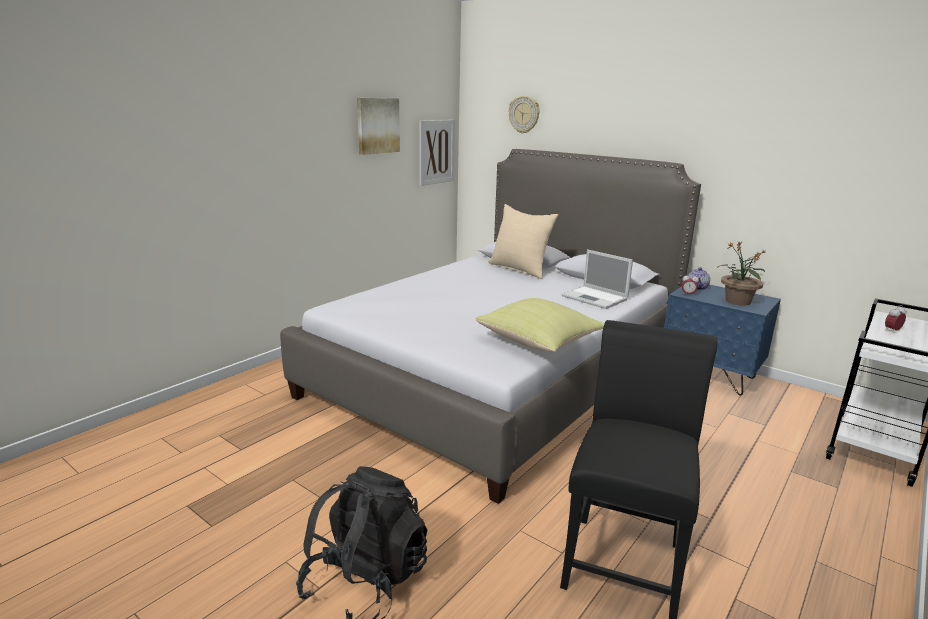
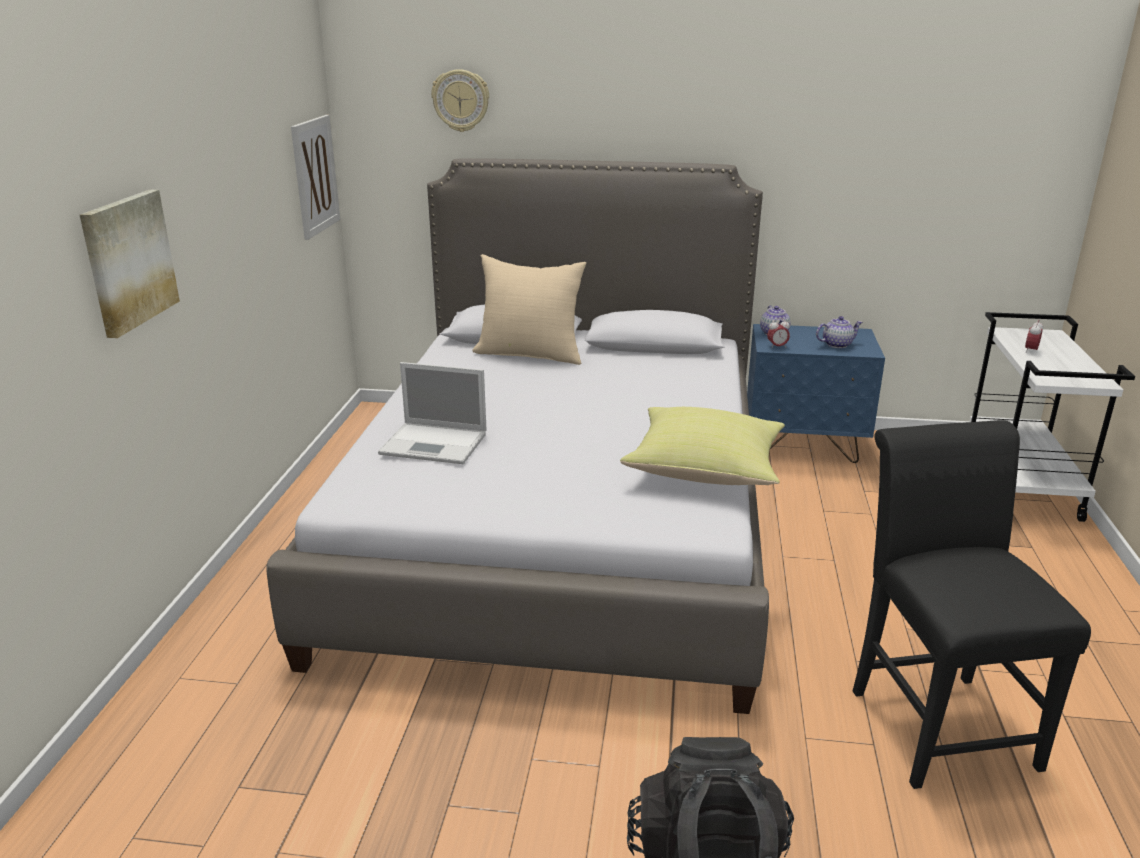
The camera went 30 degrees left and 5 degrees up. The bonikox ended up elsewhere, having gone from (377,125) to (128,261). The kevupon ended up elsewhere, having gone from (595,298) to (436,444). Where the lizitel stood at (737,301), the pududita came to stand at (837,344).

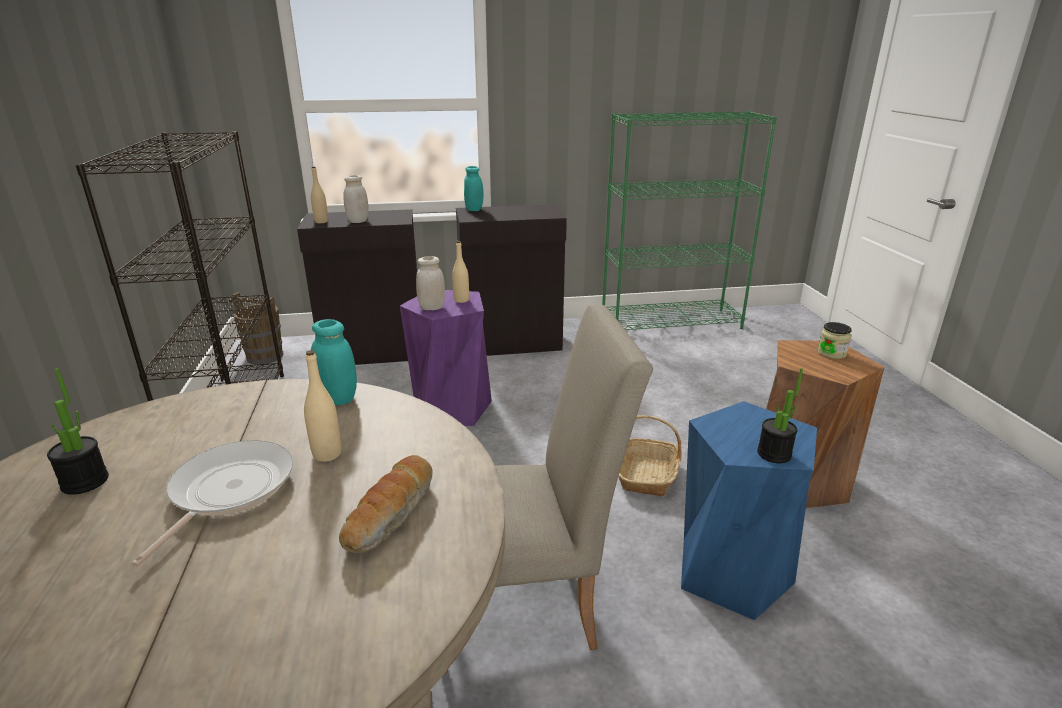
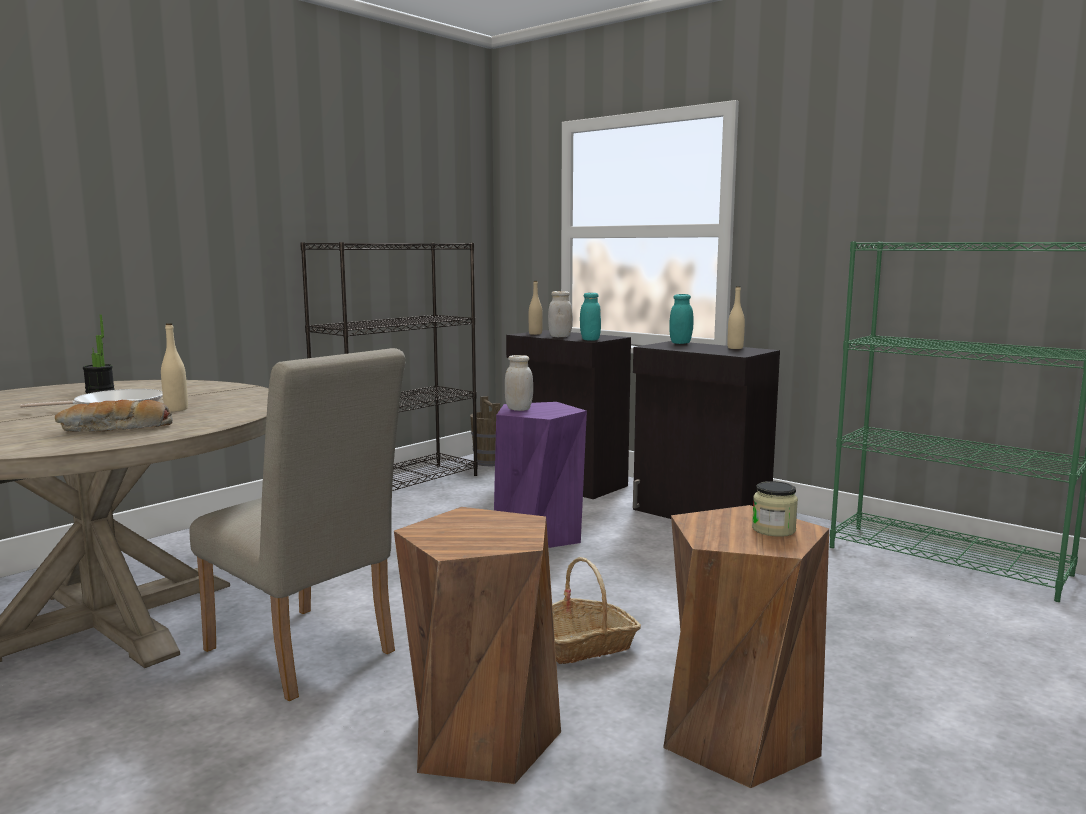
The camera went 50 degrees right and 15 degrees down. The second view lost the lizitel at (774,454). The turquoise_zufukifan ended up elsewhere, having gone from (338,398) to (590,340). The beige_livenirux ended up elsewhere, having gone from (461,300) to (735,348). What was the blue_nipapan at (731,572) turned into the brown_nipapan at (482,738).

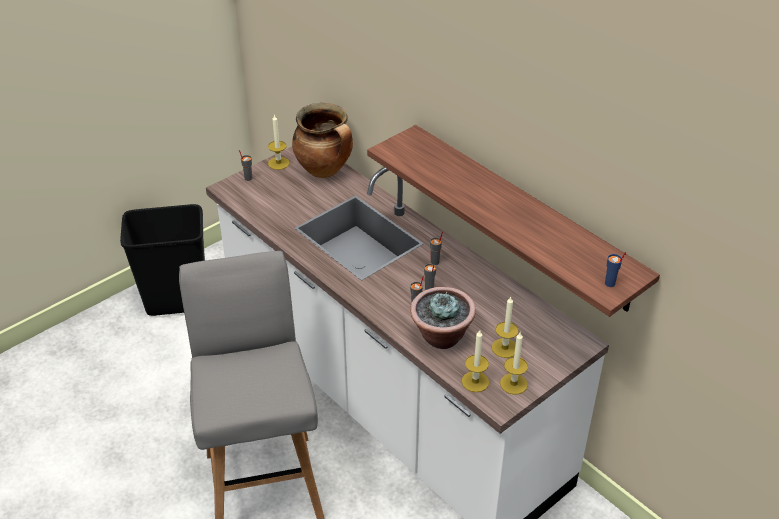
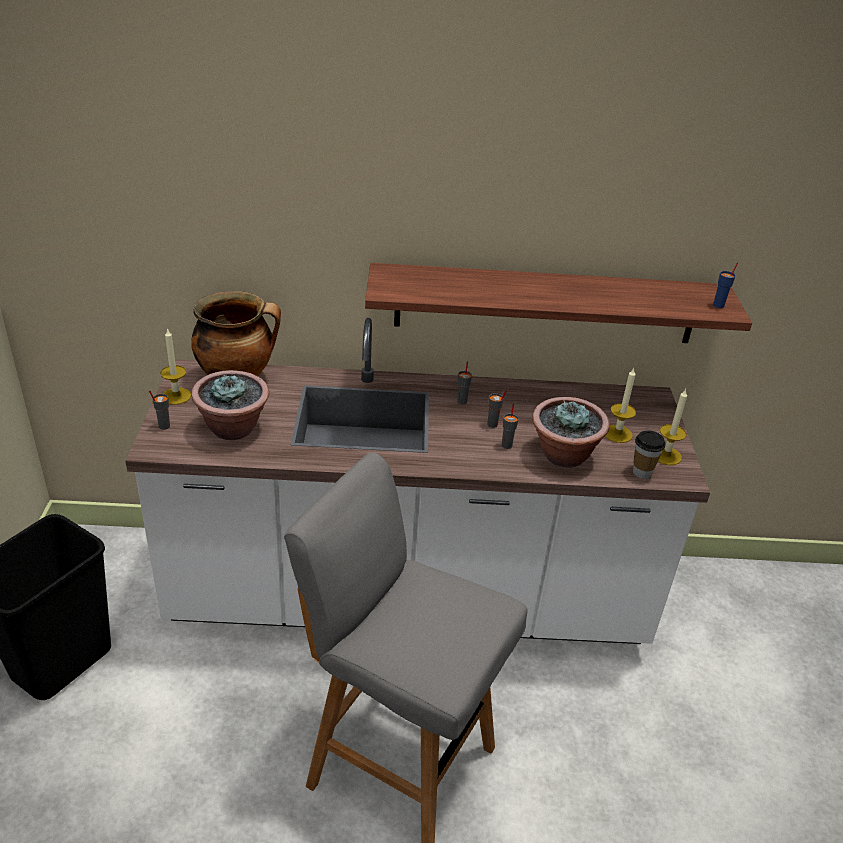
The camera went 50 degrees left and 5 degrees down. The second view gained the lizitel at (233,428). Where the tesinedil stood at (475,381), the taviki came to stand at (642,472).

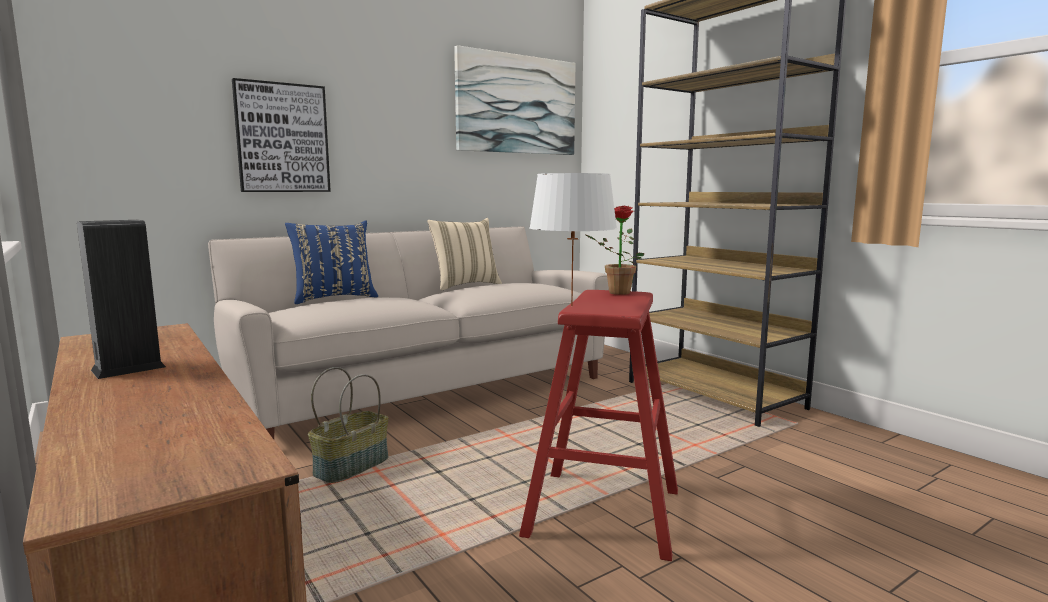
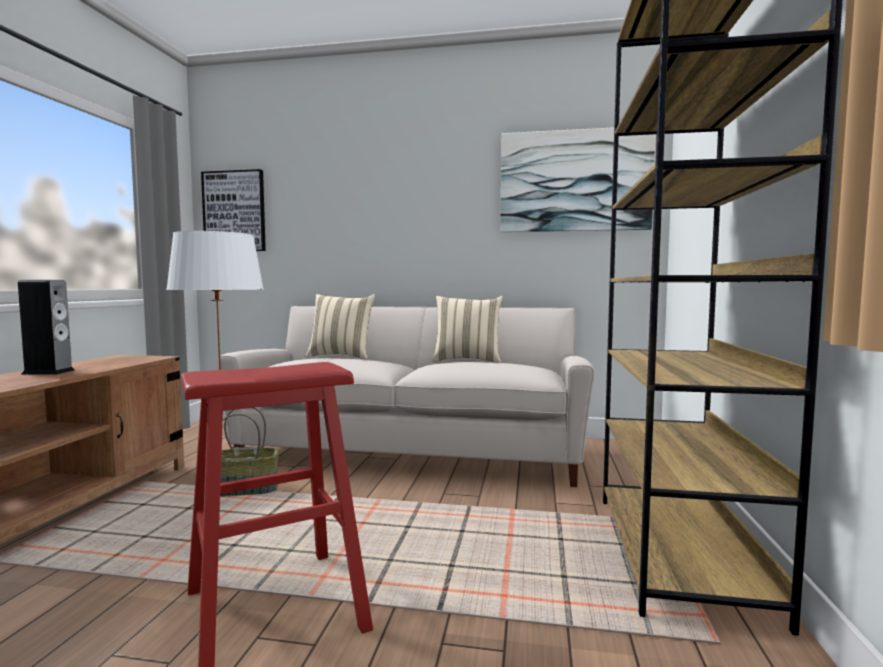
The camera went 45 degrees right and 5 degrees down. The second view lost the lizitel at (615,293). The bonikox ended up elsewhere, having gone from (282,138) to (234,211). What was the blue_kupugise at (334,298) turned into the beige_kupugise at (341,356).

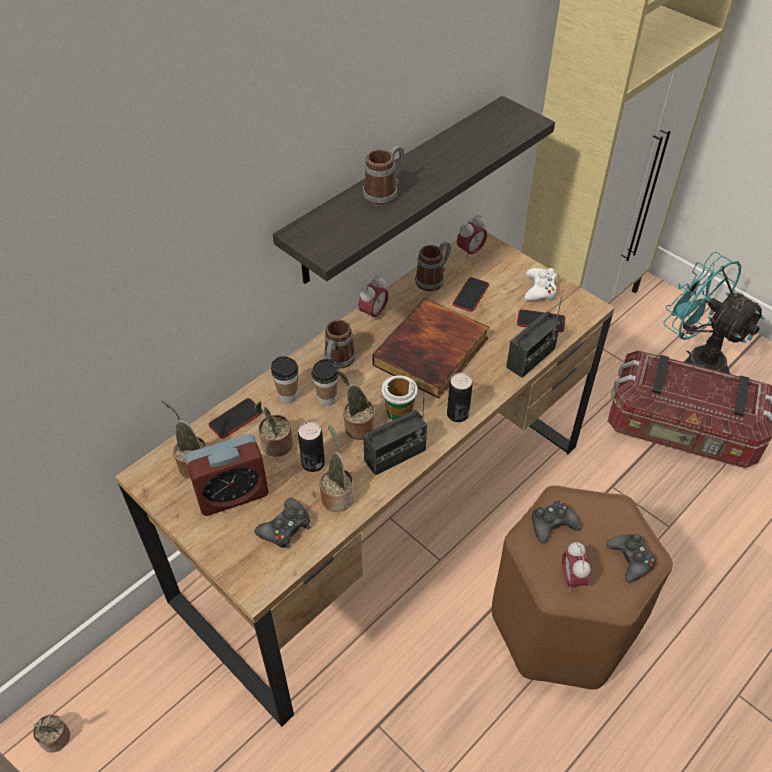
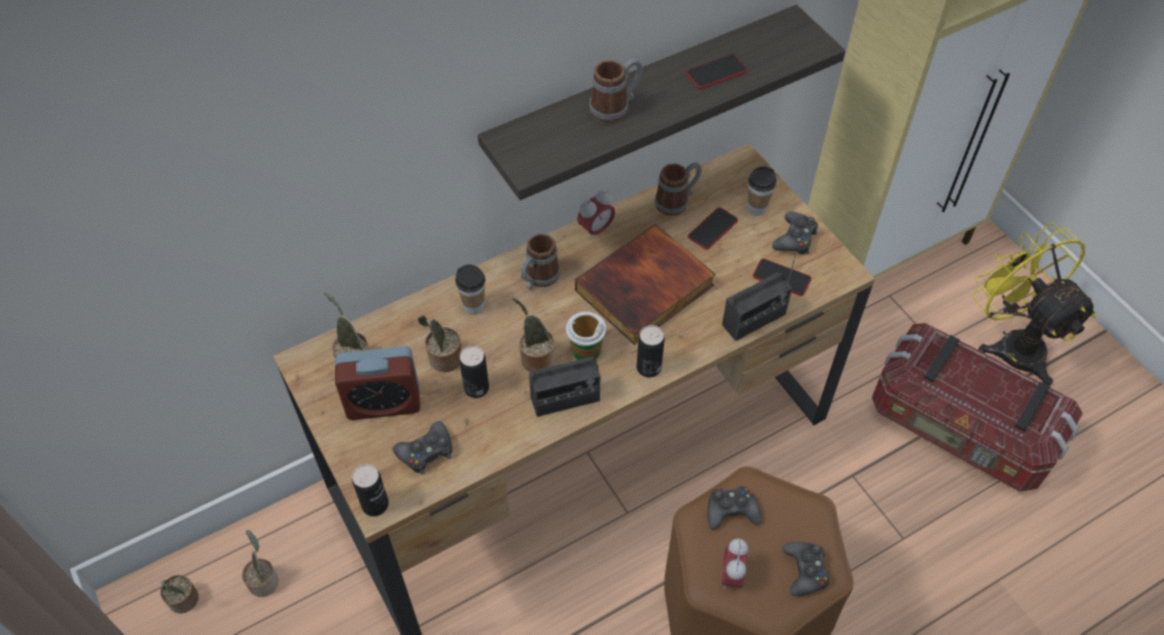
The camera went 15 degrees right and 5 degrees up. The second view lost the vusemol at (470,252). The second view gained the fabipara at (375,504). The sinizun ended up elsewhere, having gone from (235,419) to (716,72). The taviki ended up elsewhere, having gone from (327,399) to (756,208). The lizitel ended up elsewhere, having gone from (337,496) to (264,580). What was the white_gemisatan at (540,289) turned into the black_gemisatan at (795,239). What was the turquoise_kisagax at (696,358) turned into the yellow_kisagax at (1012,343).

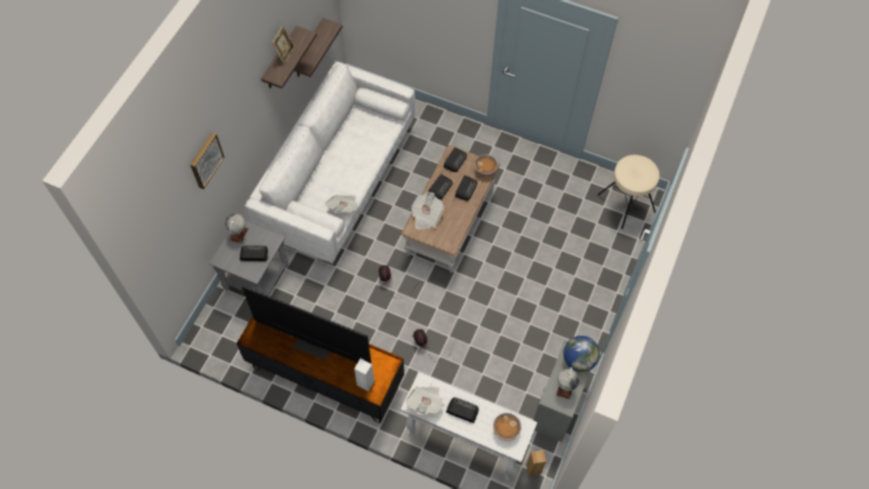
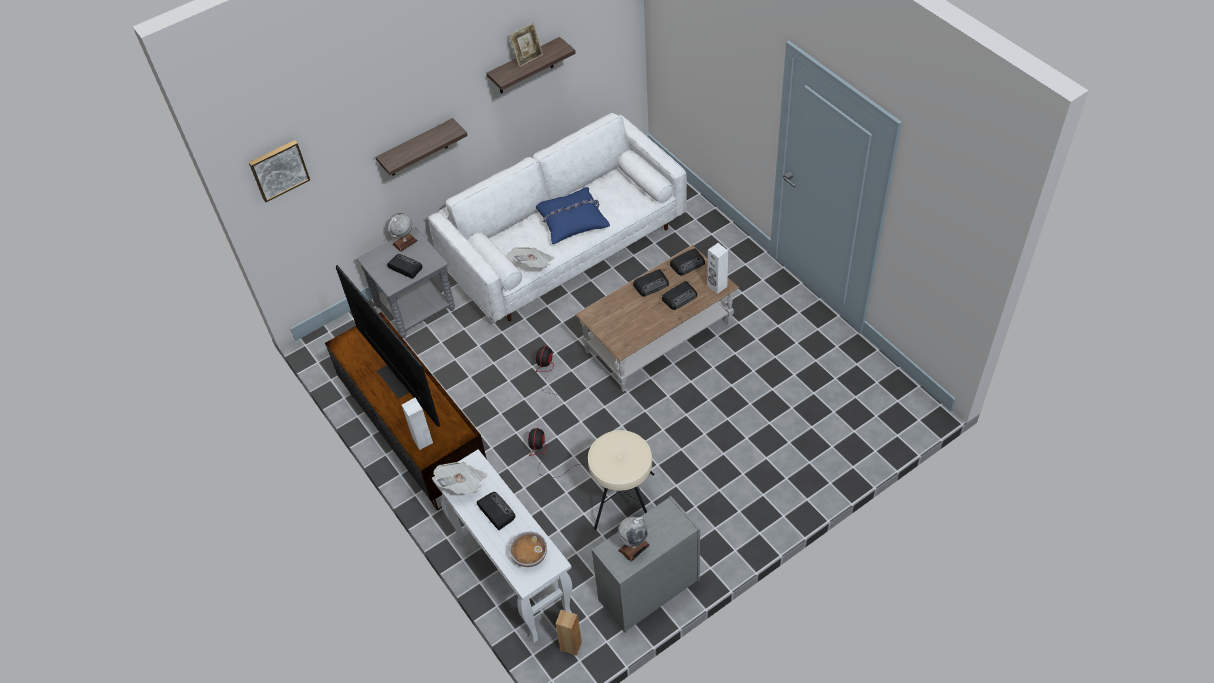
The camera went 35 degrees right and 10 degrees down. The second view lost the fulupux at (426,216). The second view lost the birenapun at (578,360). The second view gained the blue_kupugise at (572,220). The bonikox ended up elsewhere, having gone from (205,160) to (278,169). The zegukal ended up elsewhere, having gone from (308,50) to (417,149). The beige_nipapan ended up elsewhere, having gone from (626,203) to (623,501). Where the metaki stood at (485,169), the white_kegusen came to stand at (717,286).

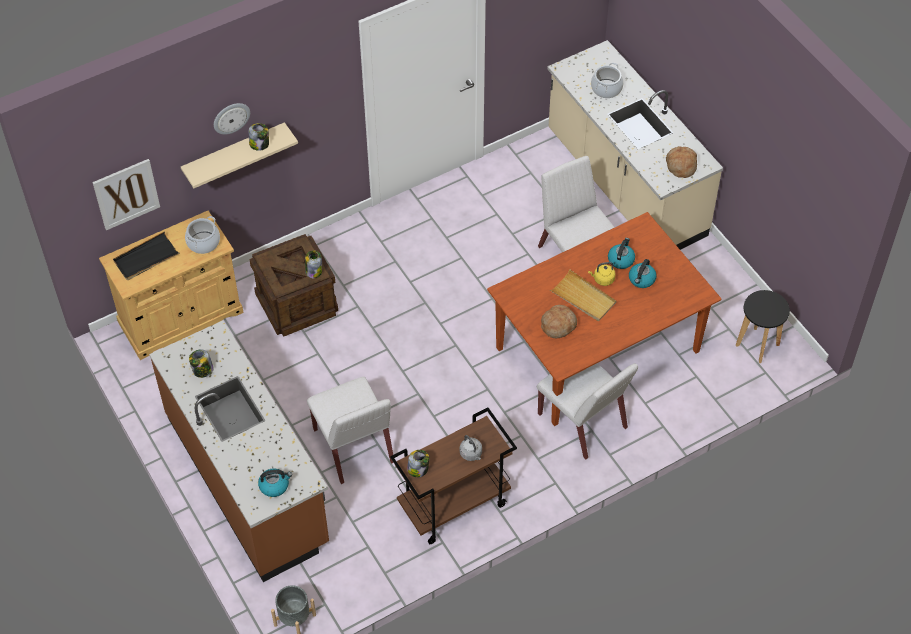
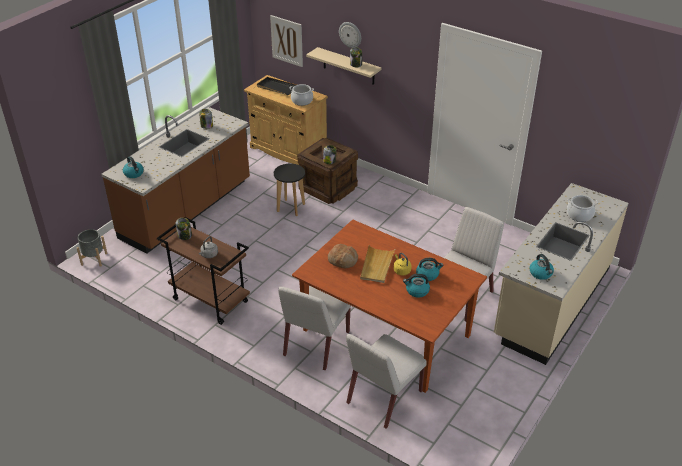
The camera went 65 degrees right and 15 degrees down. The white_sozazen ended up elsewhere, having gone from (354,447) to (384,397). The black_nipapan ended up elsewhere, having gone from (757,345) to (291,208). Where the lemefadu stood at (680,166), the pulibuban came to stand at (541,273).

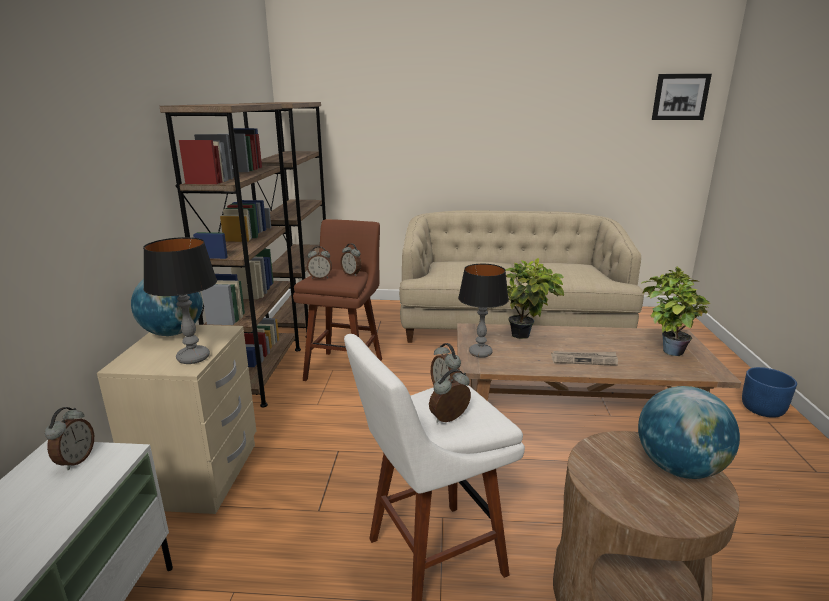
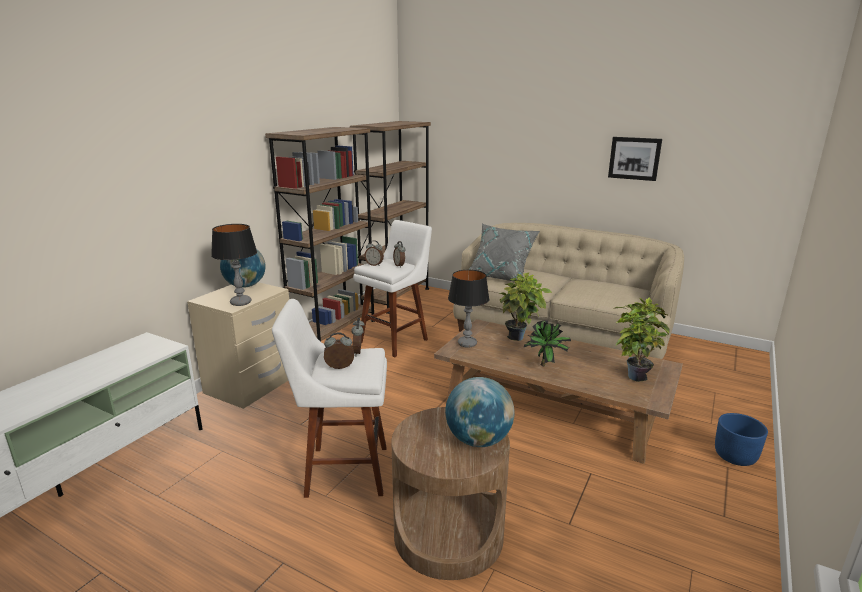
The camera went 25 degrees right and 0 degrees up. The second view lost the vusemol at (75,460). The second view gained the grey_kupugise at (500,277). The bonikox ended up elsewhere, having gone from (680,97) to (634,158). Where the fulupux stood at (584,359), the lizitel came to stand at (546,366). What was the brown_nipapan at (345,367) turned into the white_nipapan at (396,340).

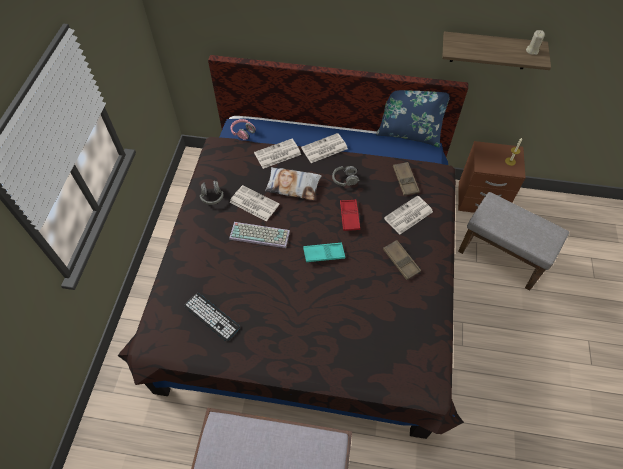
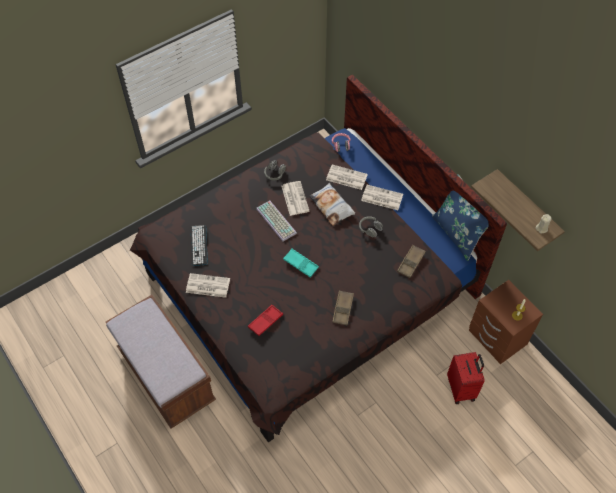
The camera went 45 degrees right and 0 degrees up. The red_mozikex ended up elsewhere, having gone from (349,216) to (265,321). The fulupux ended up elsewhere, having gone from (408,215) to (207,286). Where the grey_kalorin stood at (502,256), the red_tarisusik came to stand at (461,388).

